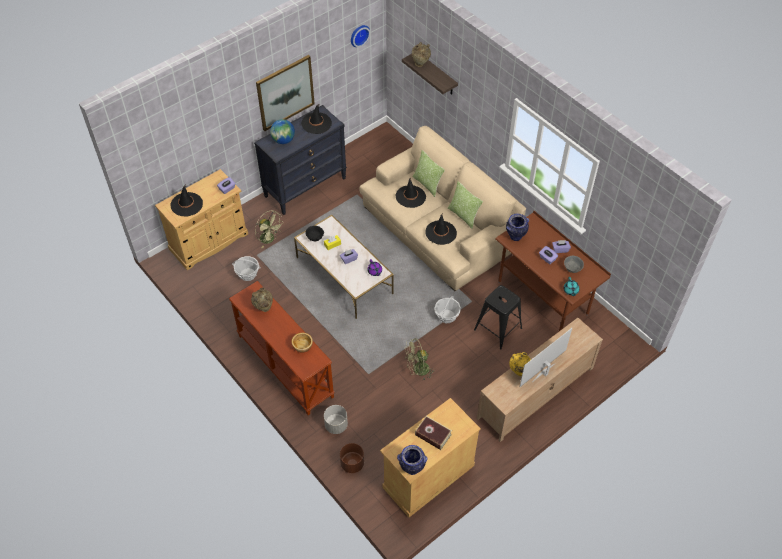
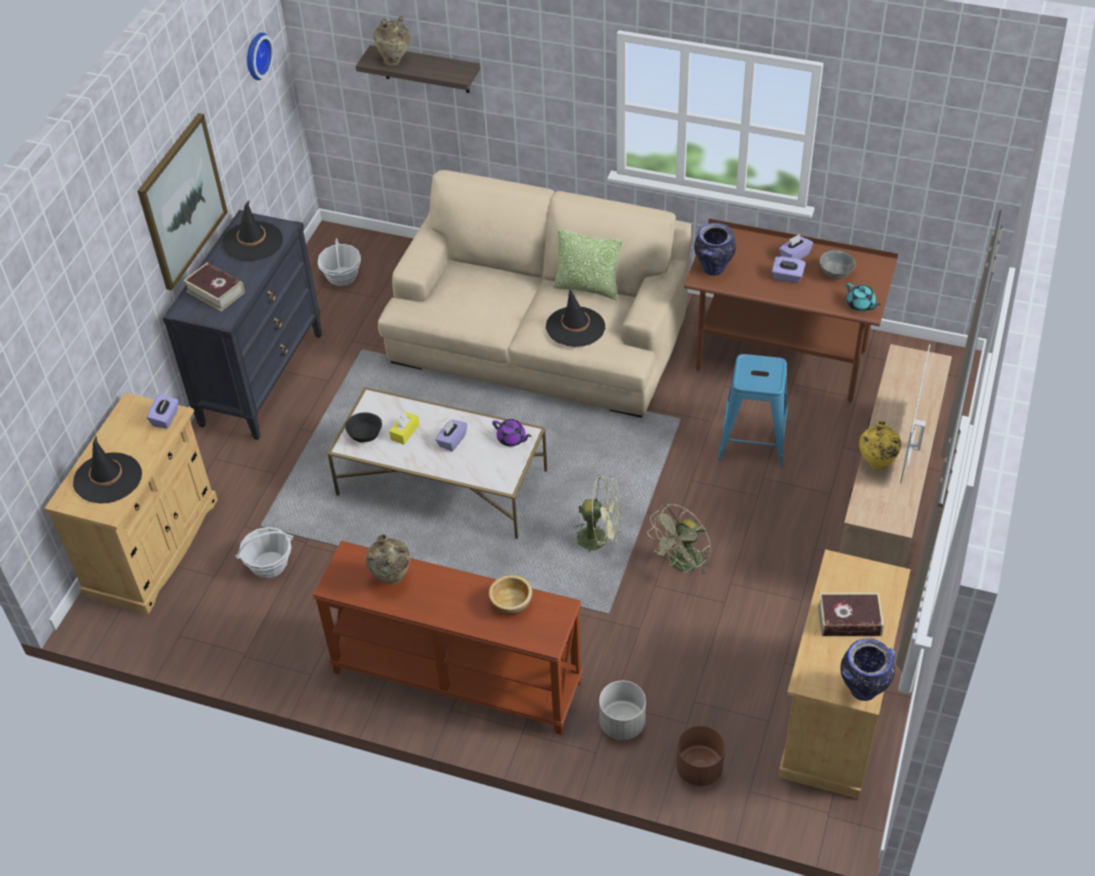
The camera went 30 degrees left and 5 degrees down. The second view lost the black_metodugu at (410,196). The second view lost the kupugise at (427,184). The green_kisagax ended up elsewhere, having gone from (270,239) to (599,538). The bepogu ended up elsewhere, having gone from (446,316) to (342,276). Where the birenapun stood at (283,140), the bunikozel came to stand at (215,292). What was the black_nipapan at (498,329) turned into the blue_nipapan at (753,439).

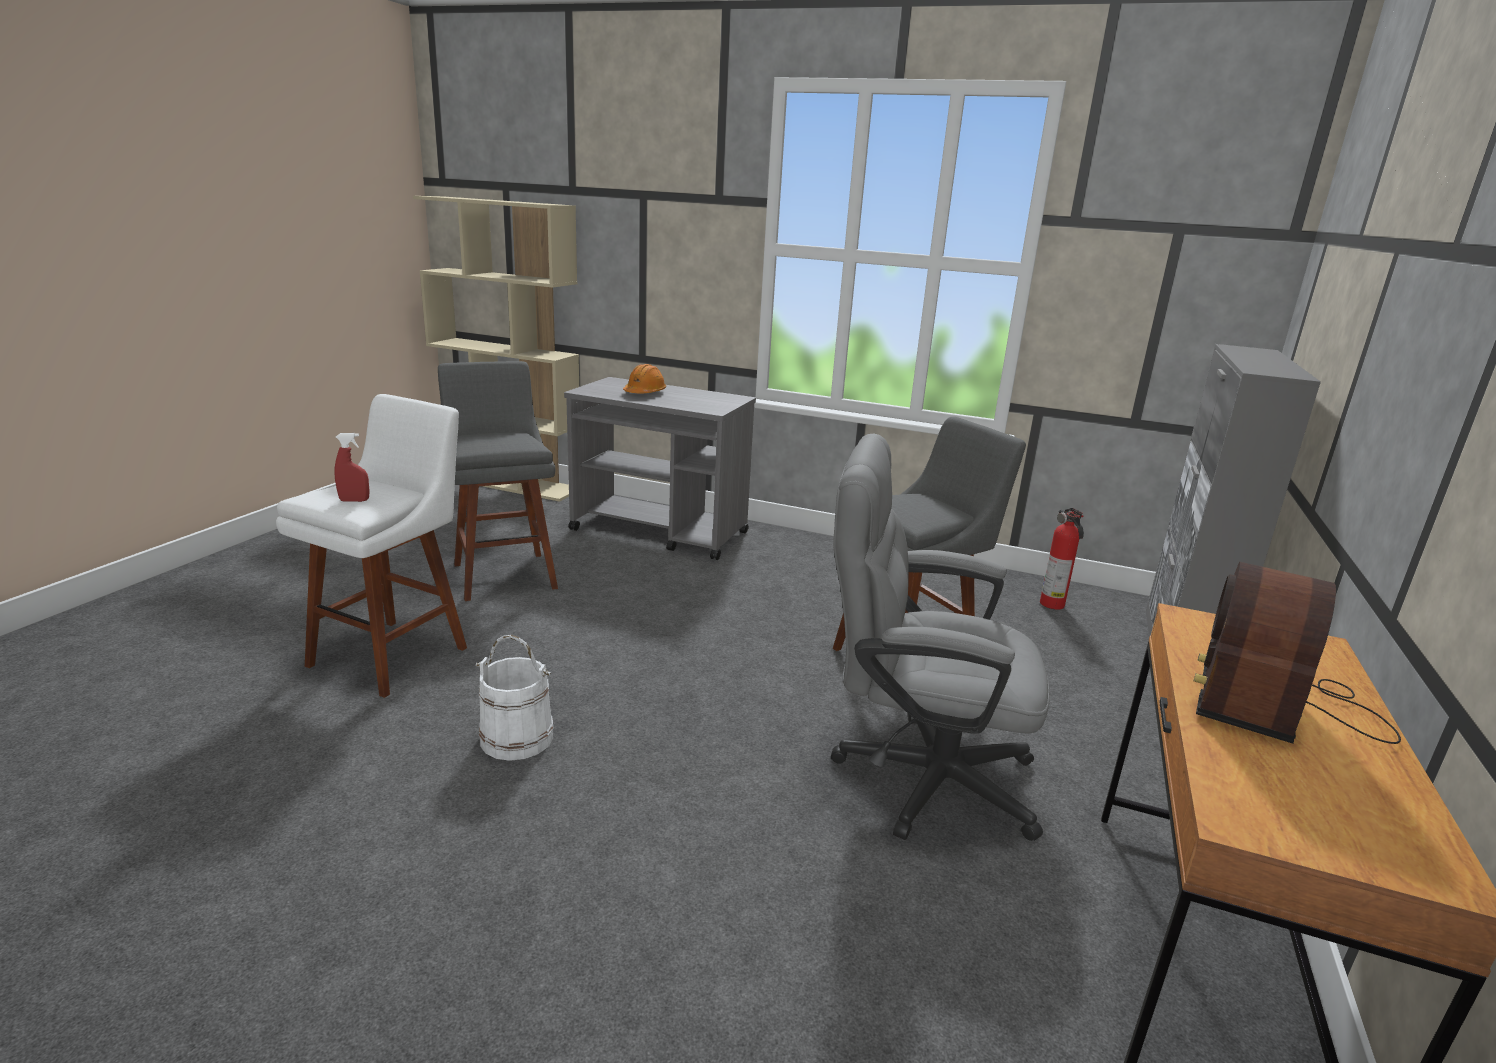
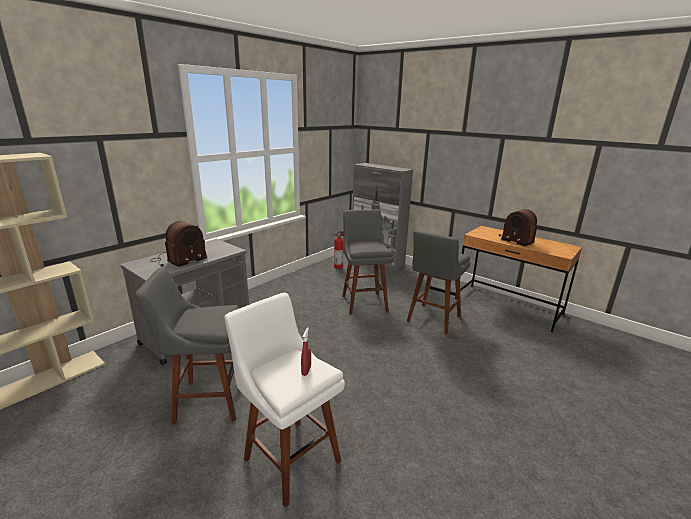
The camera went 70 degrees left and 0 degrees up. The second view lost the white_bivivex at (516,738). Where the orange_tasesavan stood at (644,393), the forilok came to stand at (178,260). Where the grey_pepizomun stood at (916,775), the grey_nipapan came to stand at (432,320).

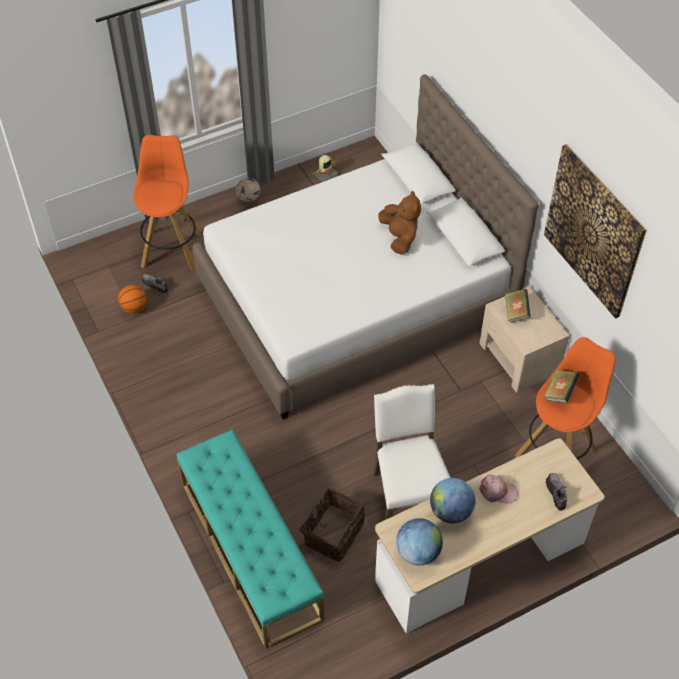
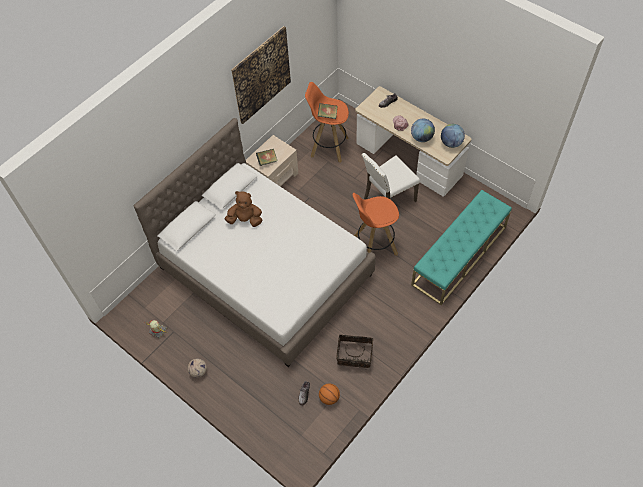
The camera went 110 degrees left and 5 degrees up. The orange_nipapan ended up elsewhere, having gone from (172,249) to (374,246). The bepogu ended up elsewhere, having gone from (332,532) to (354,356). The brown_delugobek at (400,238) ended up facing another way, 45 degrees clockwise from before.

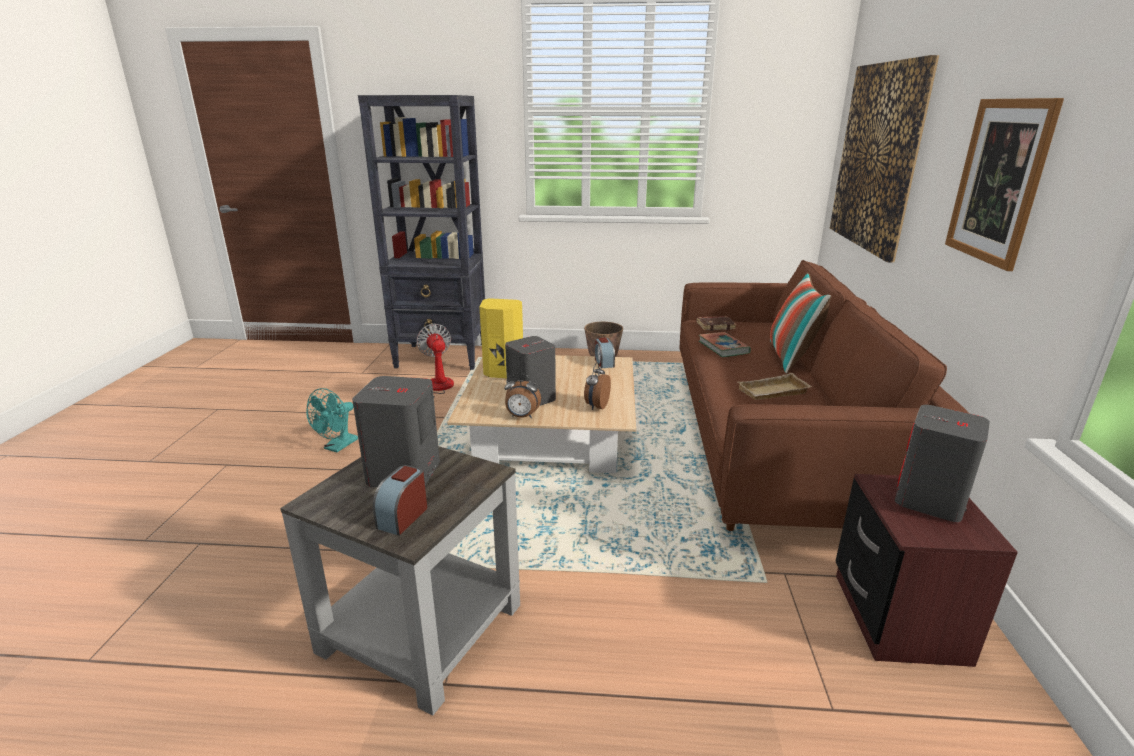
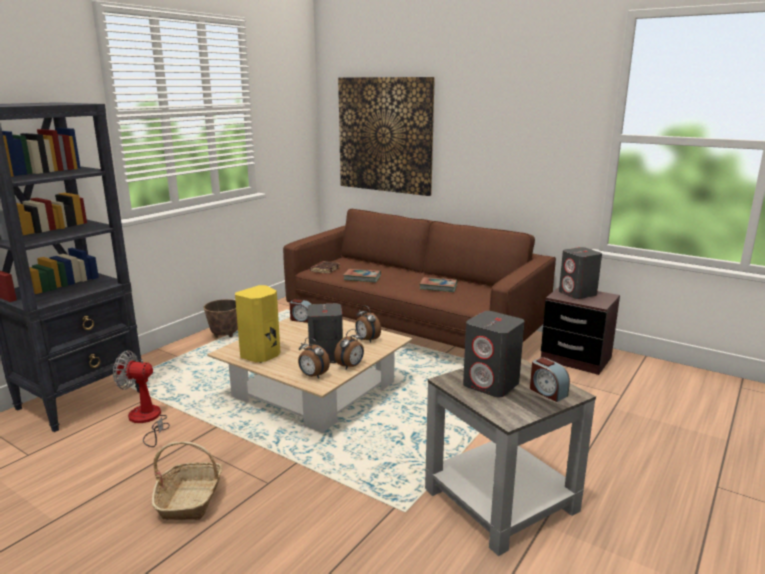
The camera went 60 degrees left and 5 degrees down. The second view lost the kupugise at (791,358). The second view lost the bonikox at (999,181). The second view gained the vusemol at (313,376). Where the turquoise_kisagax stood at (337,447), the bepogu came to stand at (190,499). Where the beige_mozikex stood at (773,393), the bunikozel came to stand at (438,287).

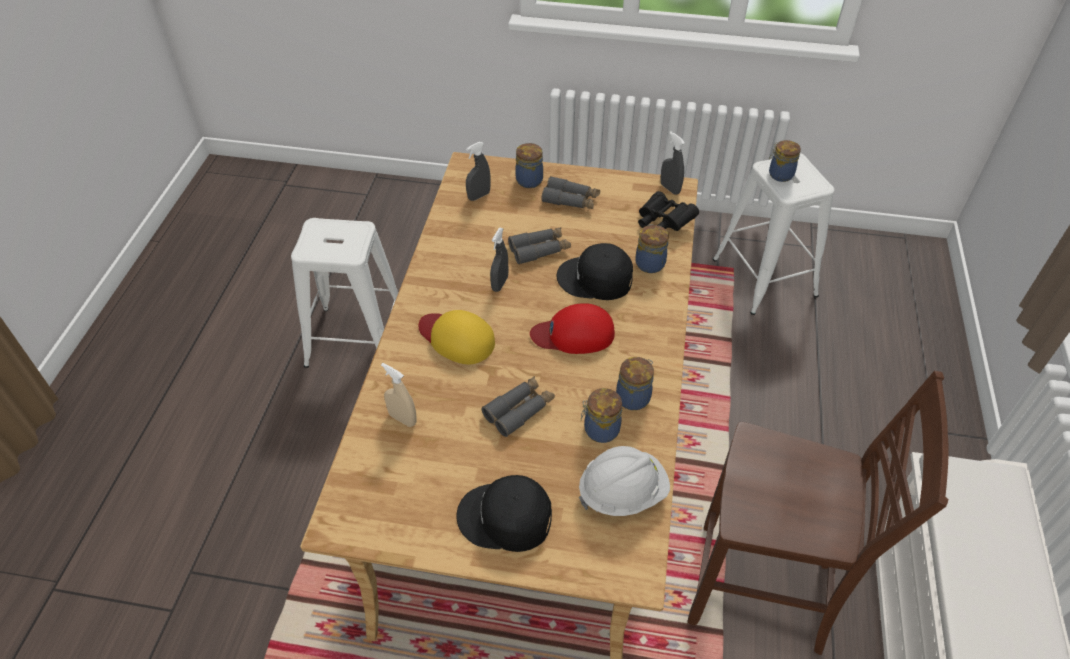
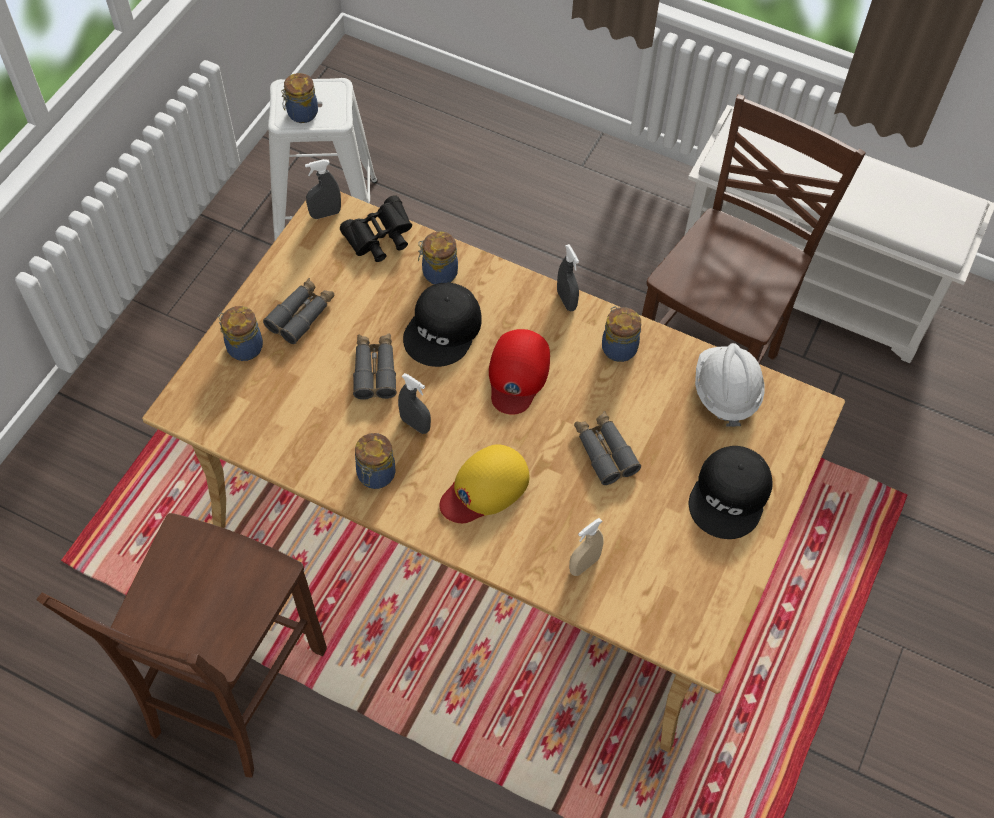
The camera went 75 degrees left and 10 degrees up. The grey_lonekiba ended up elsewhere, having gone from (479,196) to (566,300). The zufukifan ended up elsewhere, having gone from (600,430) to (375,475). Where the white_nipapan stood at (357,340), the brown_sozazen came to stand at (232,693).

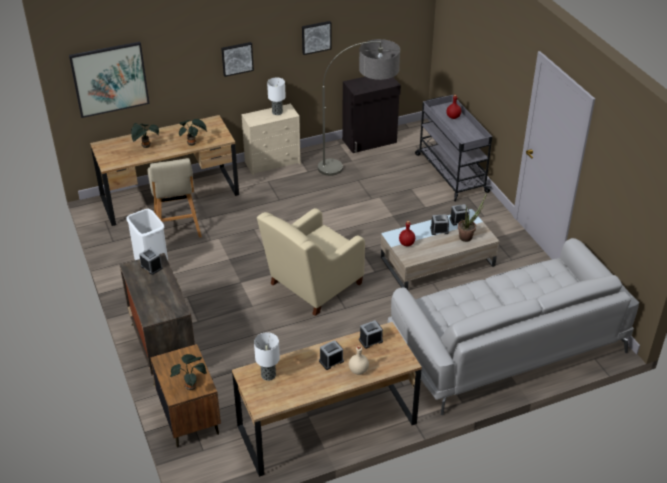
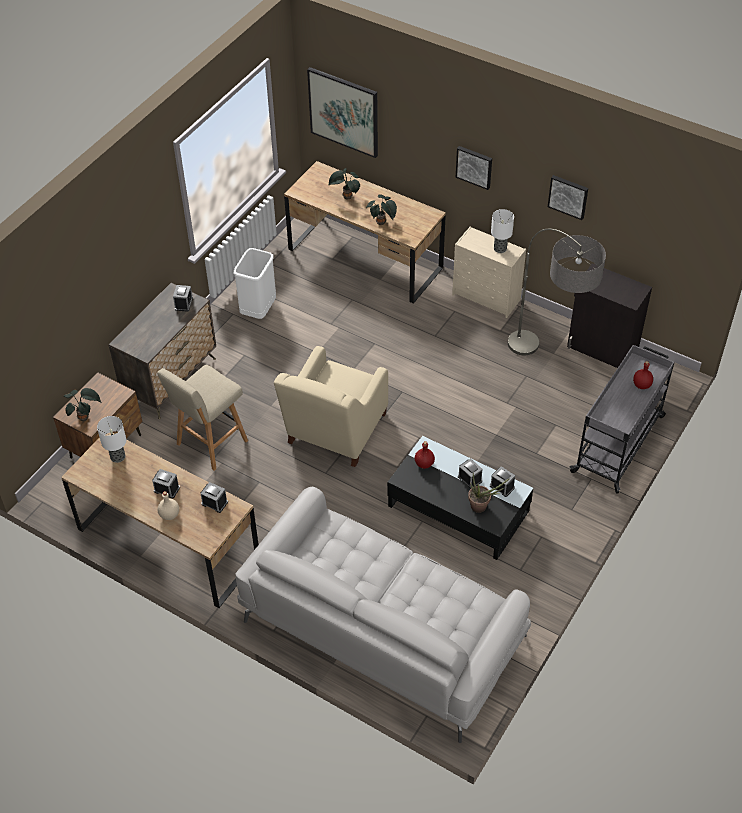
The camera went 55 degrees right and 10 degrees up. The beige_nipapan ended up elsewhere, having gone from (177,229) to (210,444). What was the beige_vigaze at (437,261) turned into the black_vigaze at (458,508). The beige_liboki at (312,286) ended up facing another way, 75 degrees counterclockwise from before.

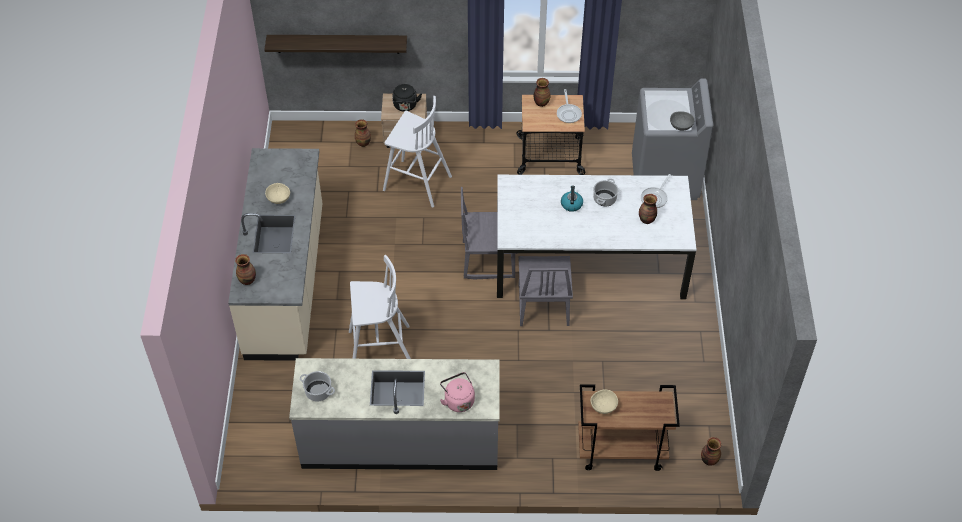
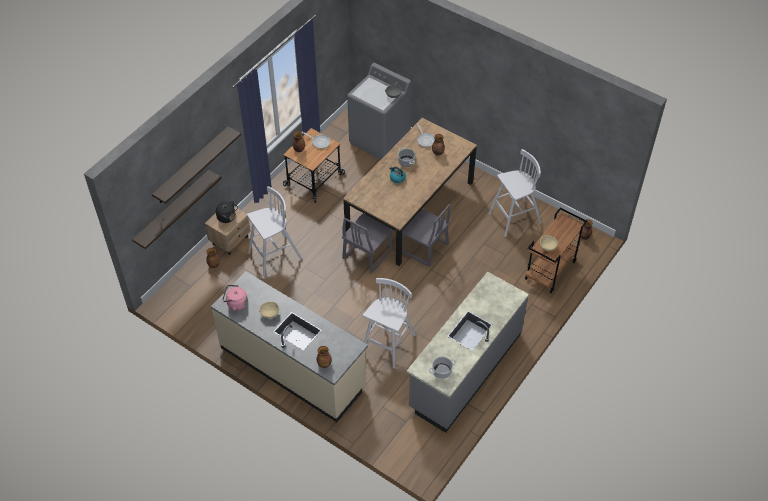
The camera went 55 degrees left and 0 degrees up. The second view gained the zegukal at (192,165). The second view gained the white_nipapan at (513,218). The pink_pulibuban ended up elsewhere, having gone from (458,400) to (236,304). What was the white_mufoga at (590,261) turned into the brown_mufoga at (410,208).

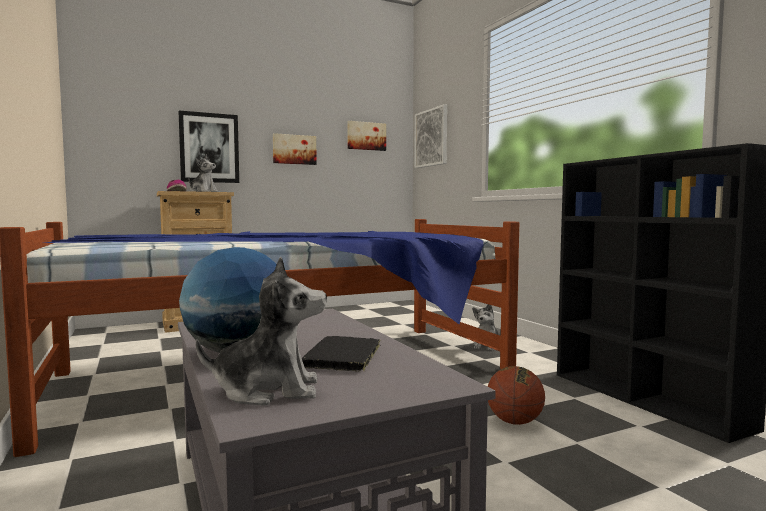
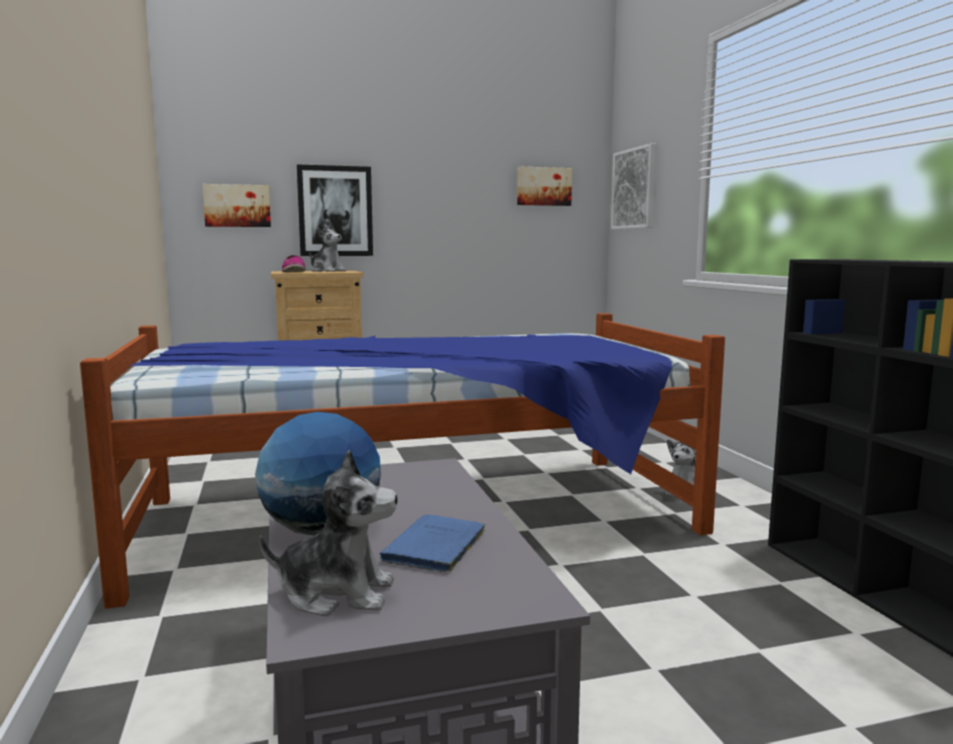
The camera went 10 degrees right and 5 degrees up. The second view lost the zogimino at (514,422). The bonikox ended up elsewhere, having gone from (294,149) to (237,206). What was the black_bunikozel at (341,358) turned into the blue_bunikozel at (433,548).

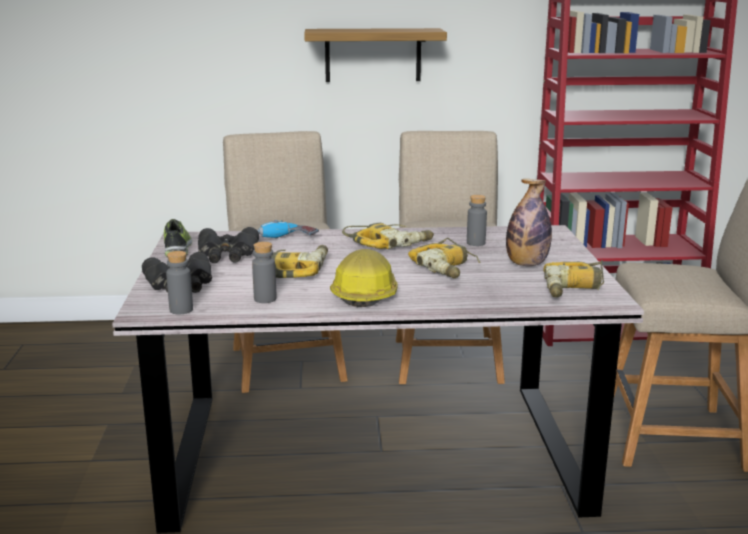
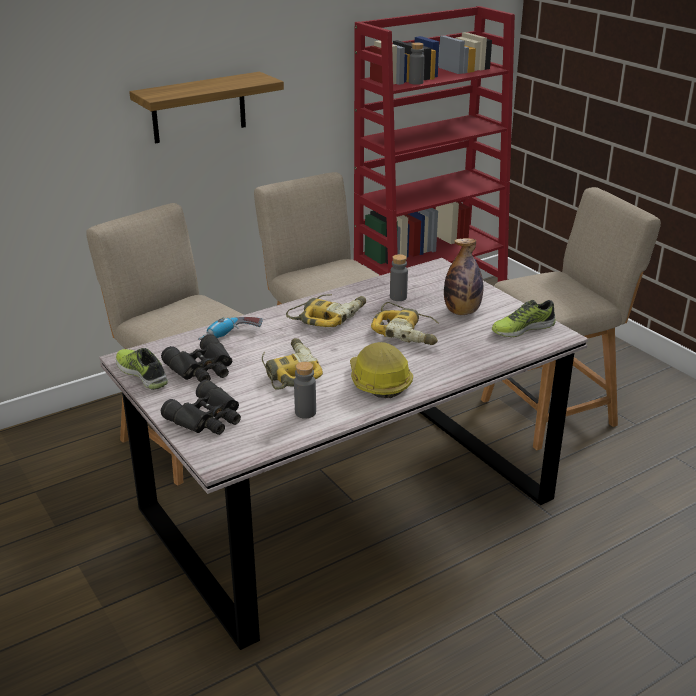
The camera went 30 degrees left and 10 degrees up. The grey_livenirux ended up elsewhere, having gone from (181,310) to (416,82). Where the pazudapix stood at (575,288), the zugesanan came to stand at (522,328).

